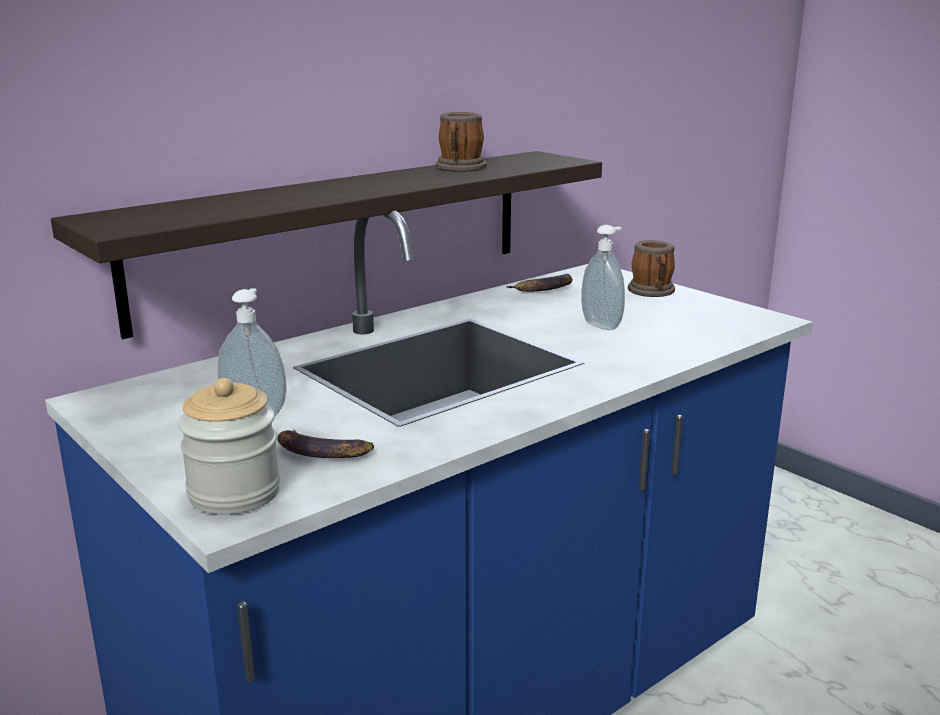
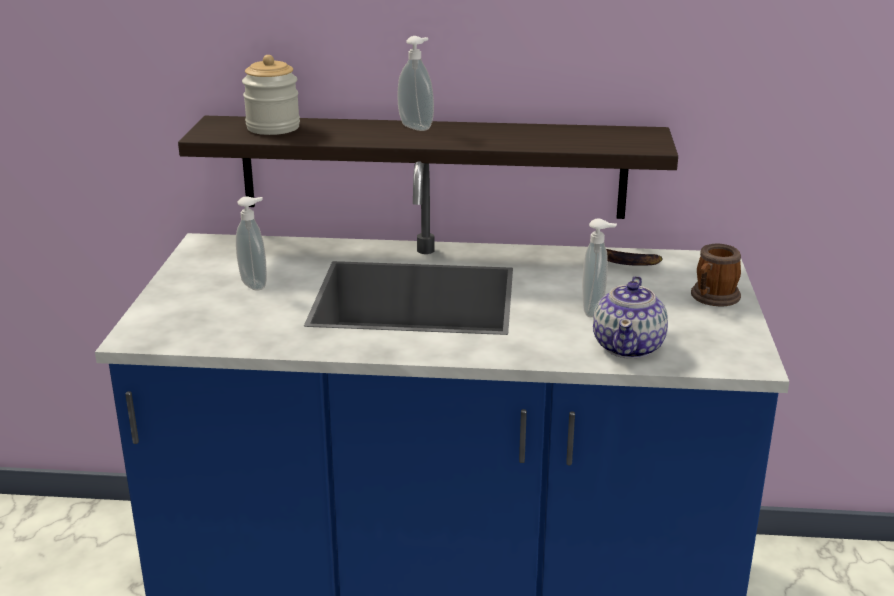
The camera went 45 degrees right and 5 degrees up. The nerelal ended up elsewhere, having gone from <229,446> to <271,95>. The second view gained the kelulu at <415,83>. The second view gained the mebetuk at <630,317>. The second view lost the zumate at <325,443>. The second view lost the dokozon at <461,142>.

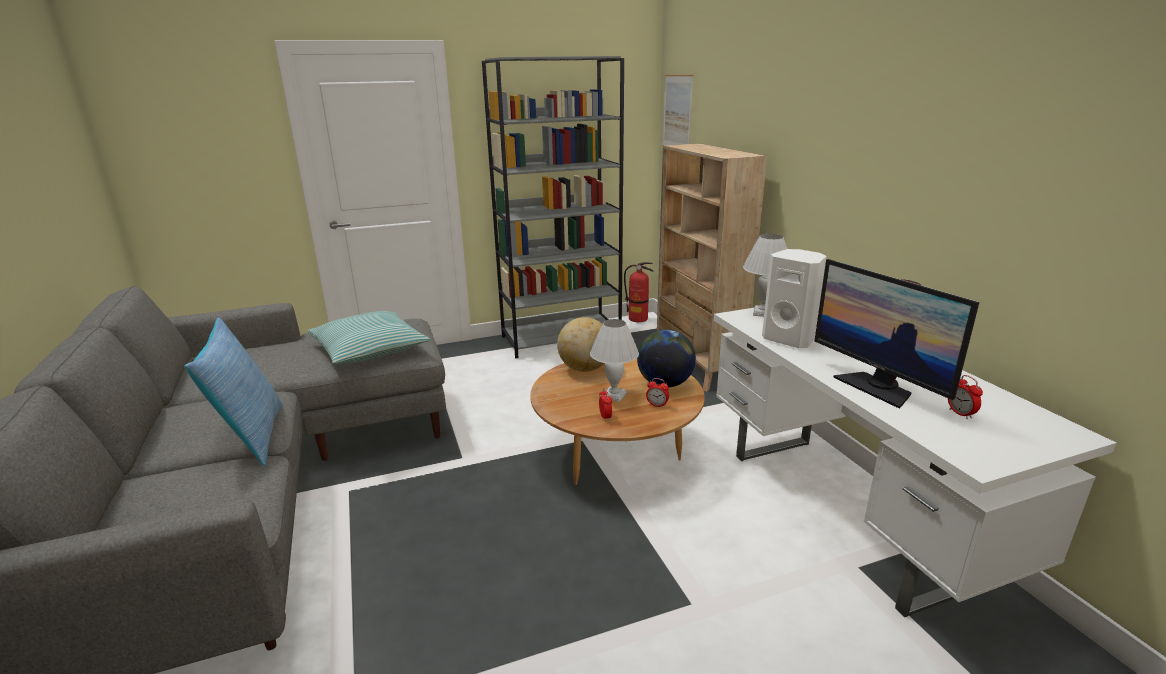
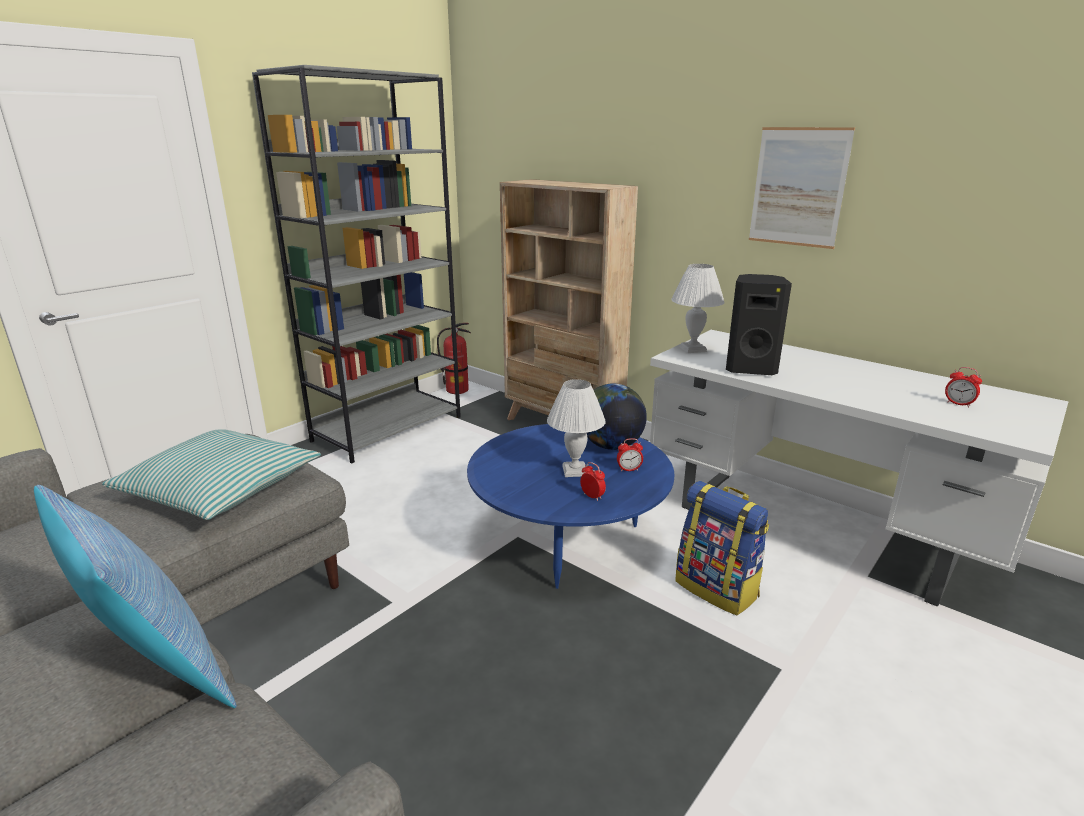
The camera went 30 degrees left and 0 degrees up. What was the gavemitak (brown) at <617,421> turned into the gavemitak (blue) at <570,506>. The second view gained the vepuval at <722,548>. What was the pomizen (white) at <794,298> turned into the pomizen (black) at <759,324>. The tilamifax ended up elsewhere, having gone from <677,111> to <802,188>. The second view lost the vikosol at <580,344>. The second view lost the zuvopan at <896,334>.

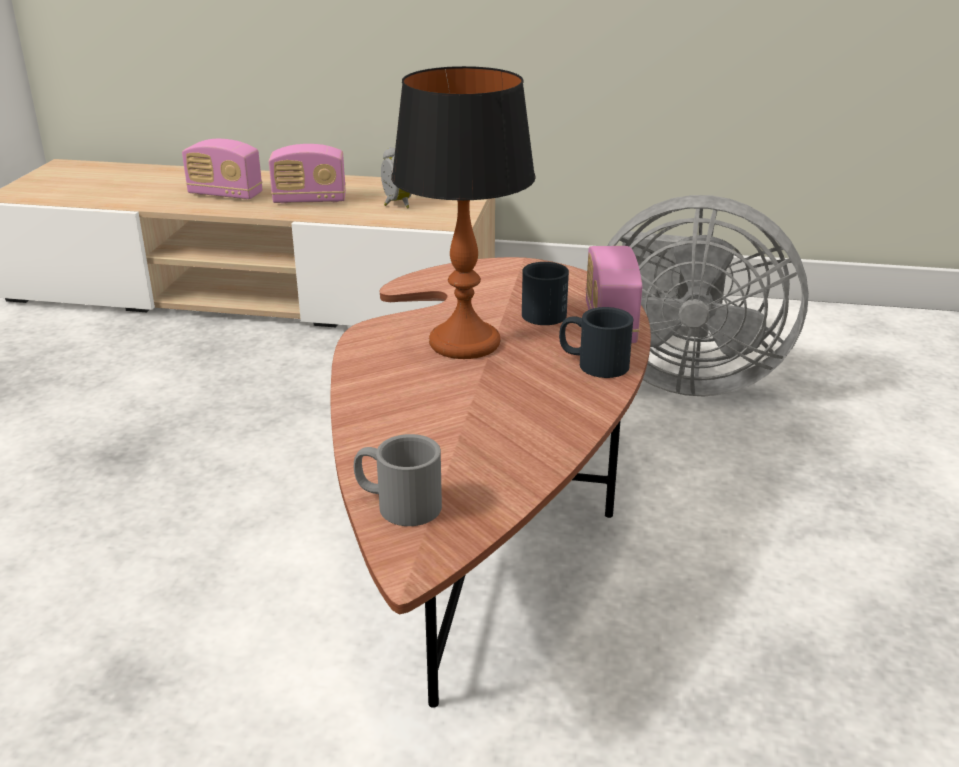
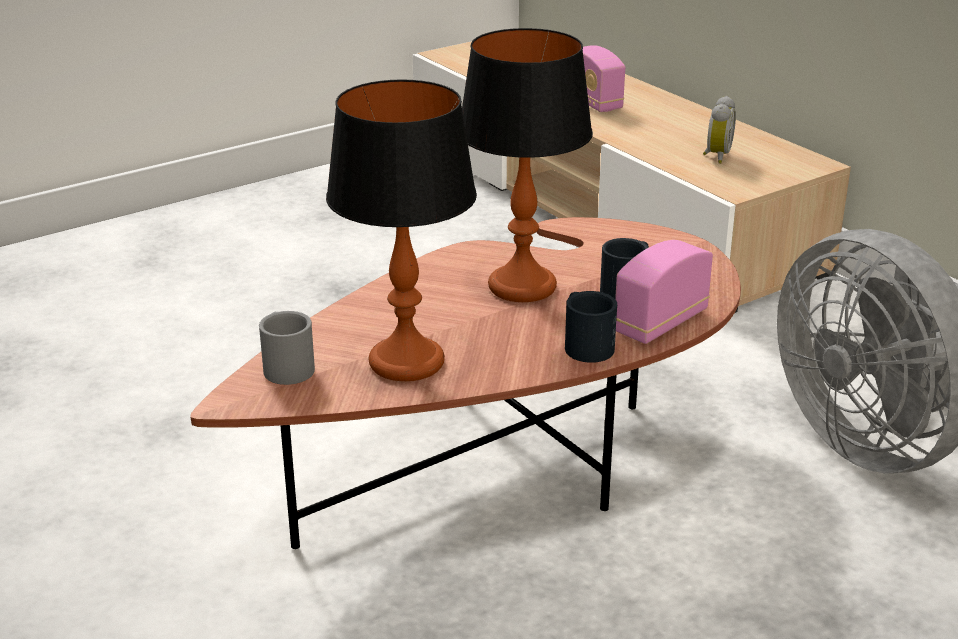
The camera went 45 degrees right and 0 degrees up. The second view gained the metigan at <401,230>. The second view lost the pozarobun at <307,174>.

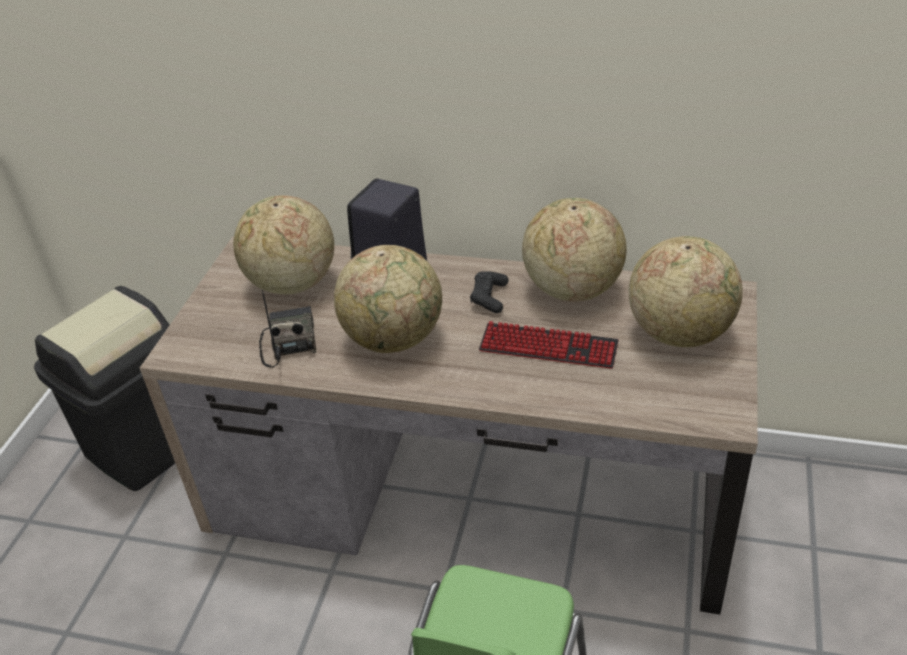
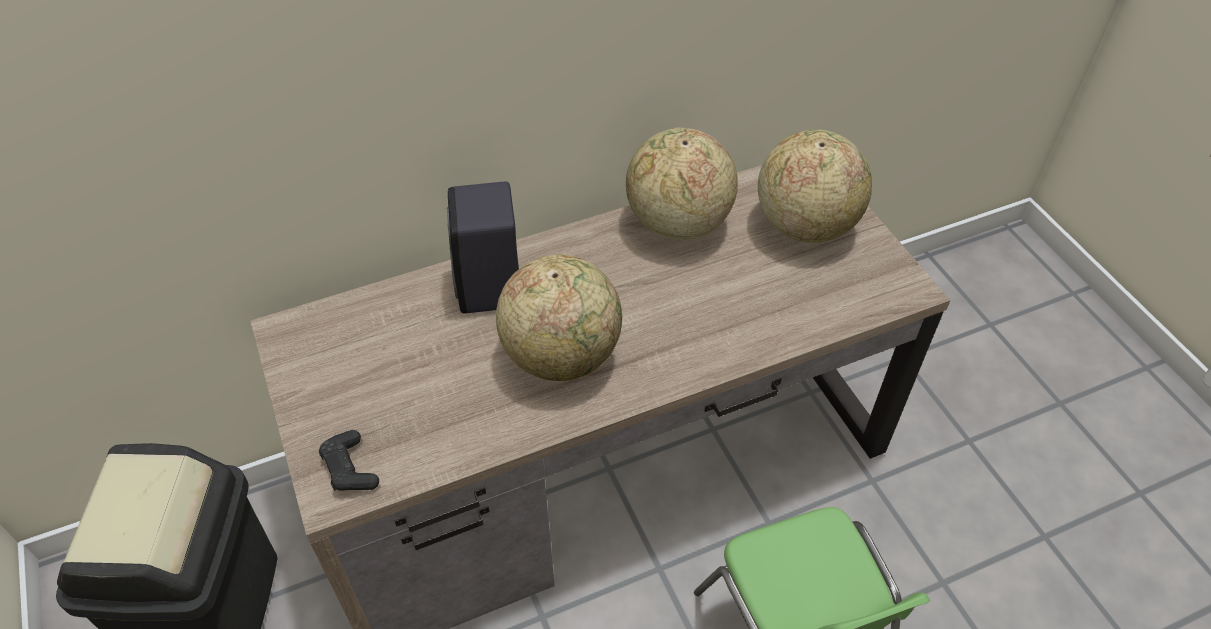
The camera went 40 degrees left and 10 degrees up. The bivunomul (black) ended up elsewhere, having gone from <489,292> to <349,460>. The second view lost the vikosol at <283,245>. The second view lost the pozarobun at <287,329>. The second view lost the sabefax at <549,345>.

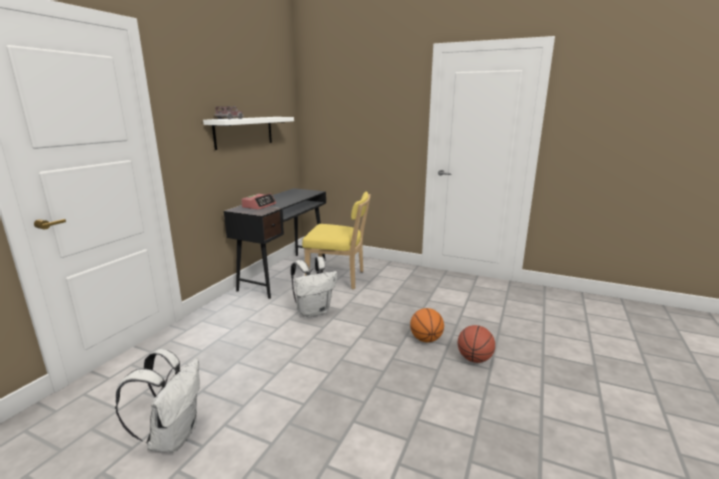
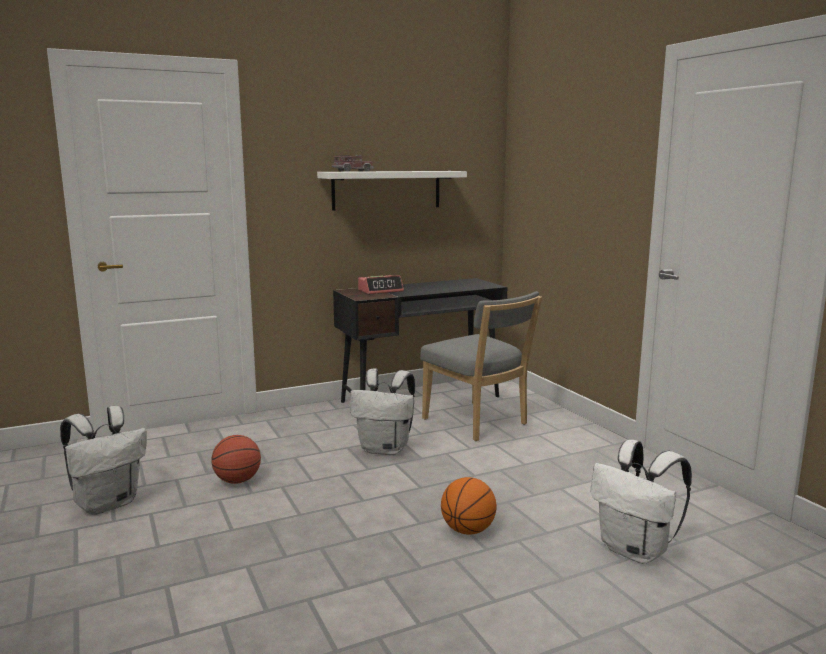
The camera went 40 degrees right and 5 degrees down. The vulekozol ended up elsewhere, having gone from <476,344> to <236,459>. What was the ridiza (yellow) at <336,240> turned into the ridiza (grey) at <481,366>. The second view gained the vepuval (white) at <641,502>.

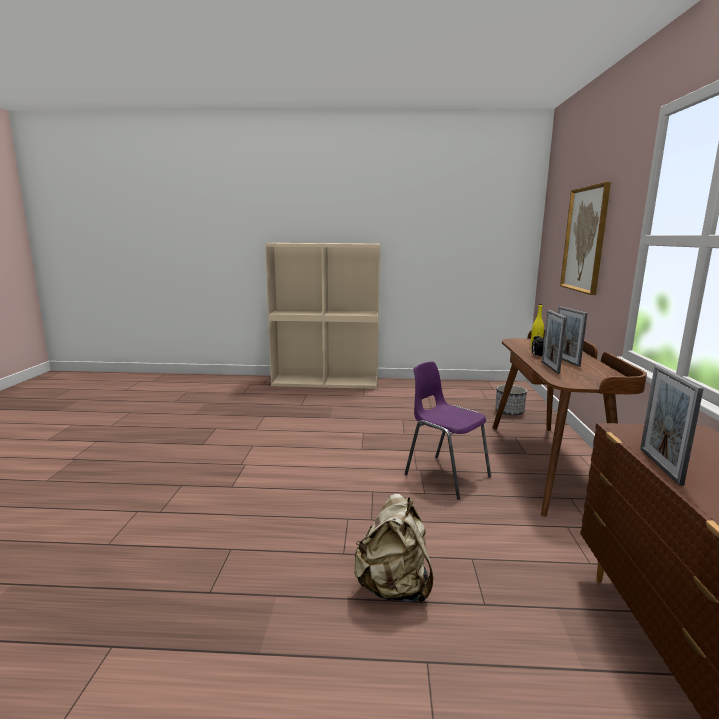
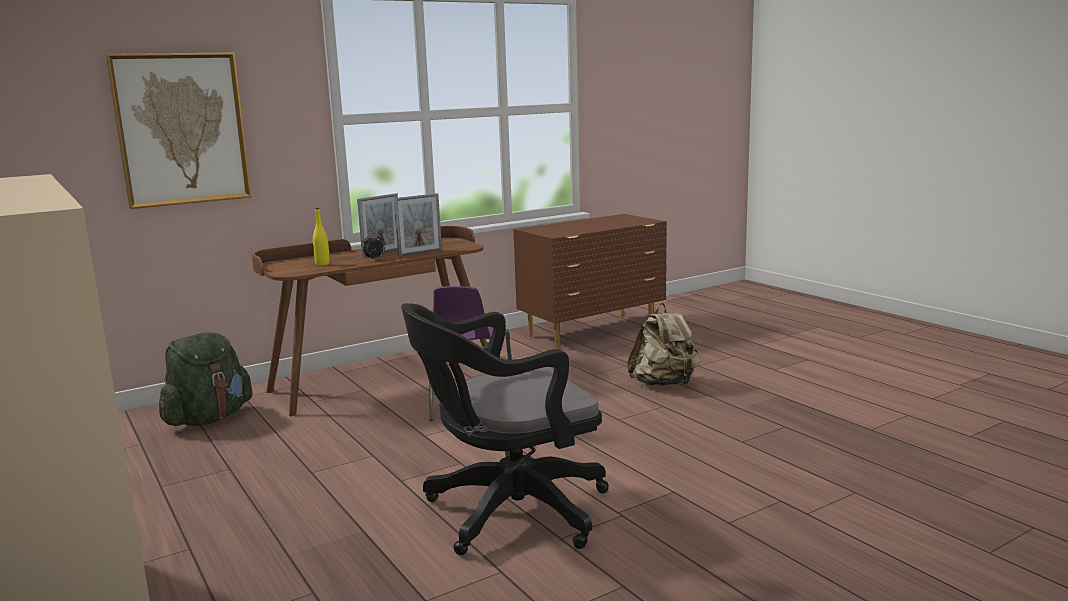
The camera went 125 degrees left and 0 degrees up. Where the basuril stood at <511,400>, the vepuval (green) came to stand at <206,379>. The second view gained the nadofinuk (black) at <505,429>. The second view lost the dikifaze at <672,425>.

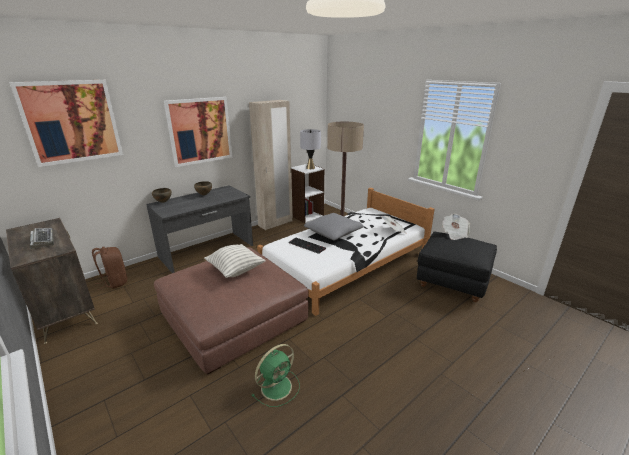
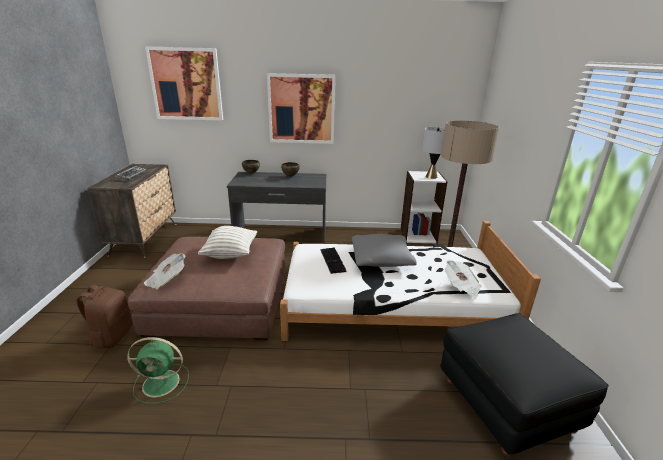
The camera went 40 degrees right and 0 degrees up. The vepuval (brown) ended up elsewhere, having gone from <109,268> to <104,316>. The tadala ended up elsewhere, having gone from <456,227> to <165,271>. The second view lost the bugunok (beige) at <271,165>.

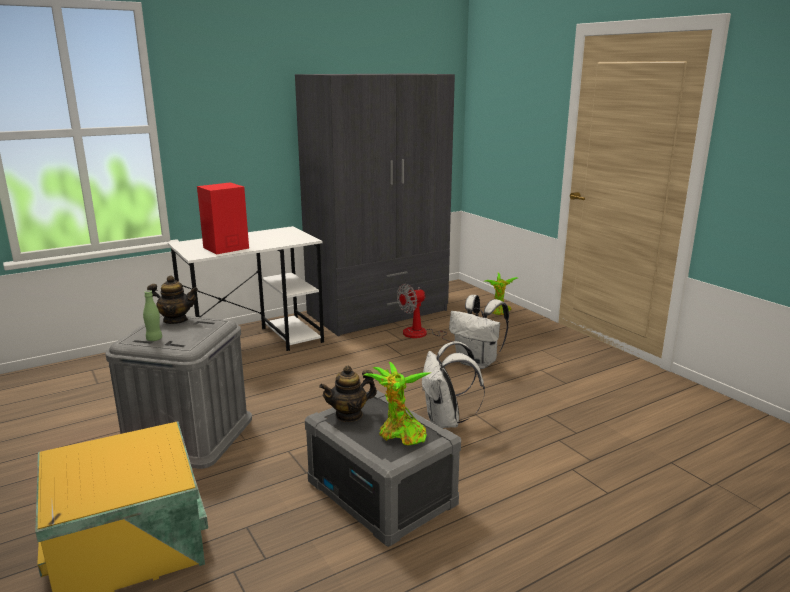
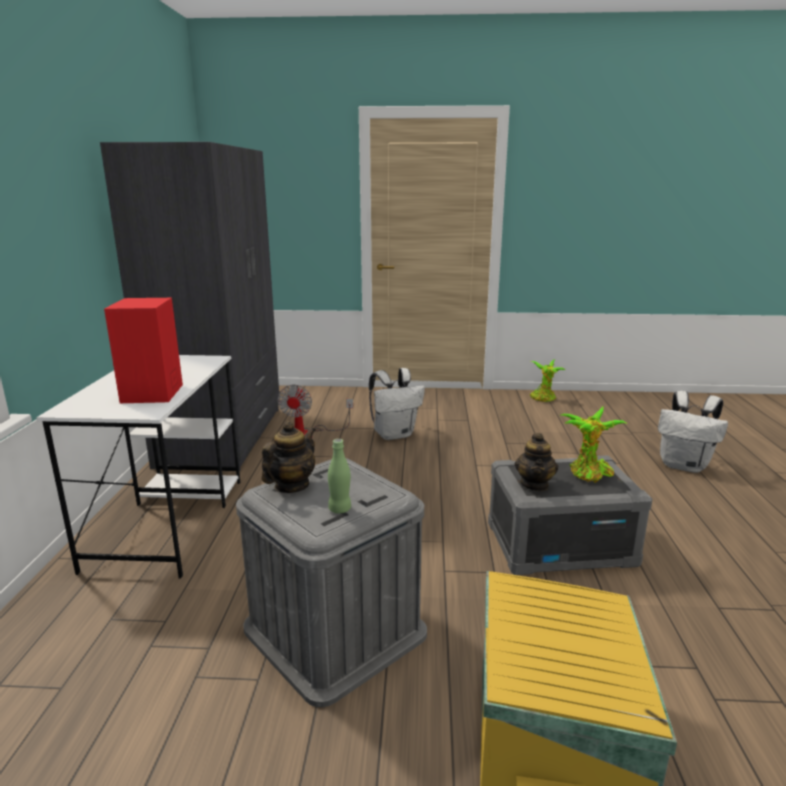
The camera went 55 degrees left and 0 degrees up. The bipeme ended up elsewhere, having gone from <500,293> to <547,380>. The vepuval (white) ended up elsewhere, having gone from <453,384> to <693,432>.

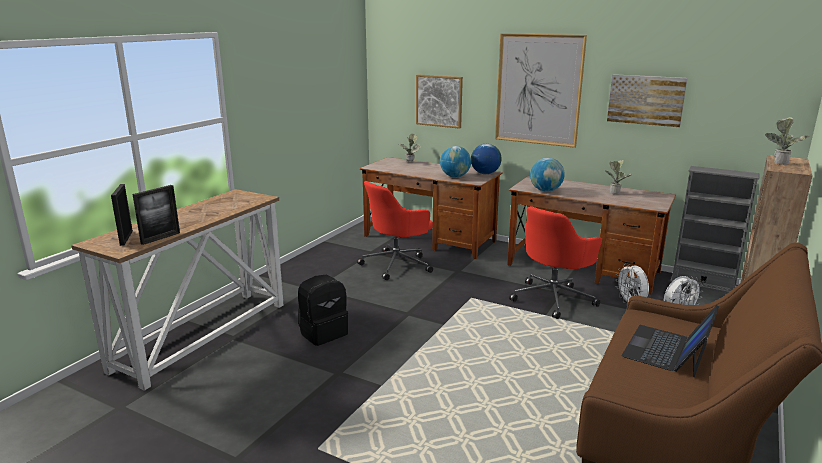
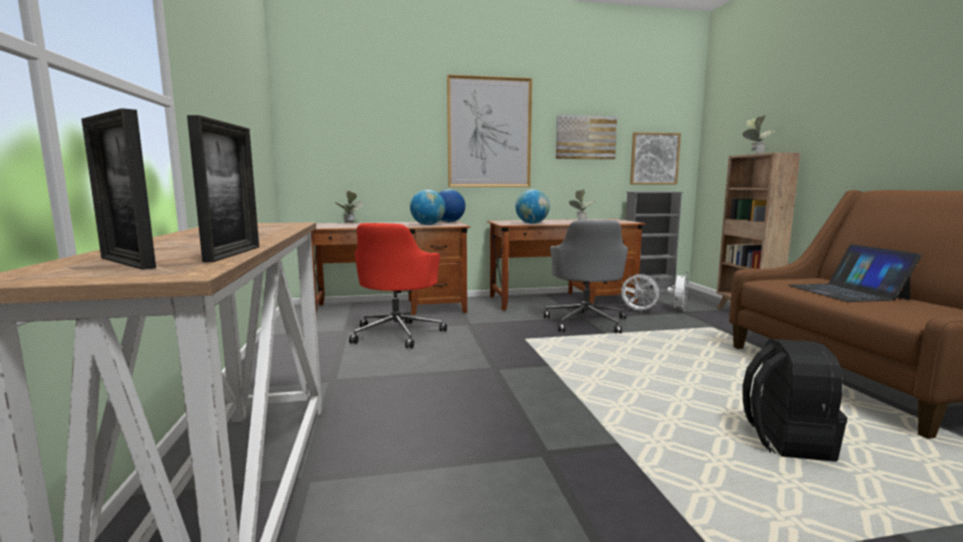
The camera went 40 degrees left and 10 degrees down. What was the nadofinuk (red) at <555,262> turned into the nadofinuk (grey) at <586,276>. The tilamifax ended up elsewhere, having gone from <439,101> to <655,158>. The vepuval (black) ended up elsewhere, having gone from <323,310> to <794,400>.

